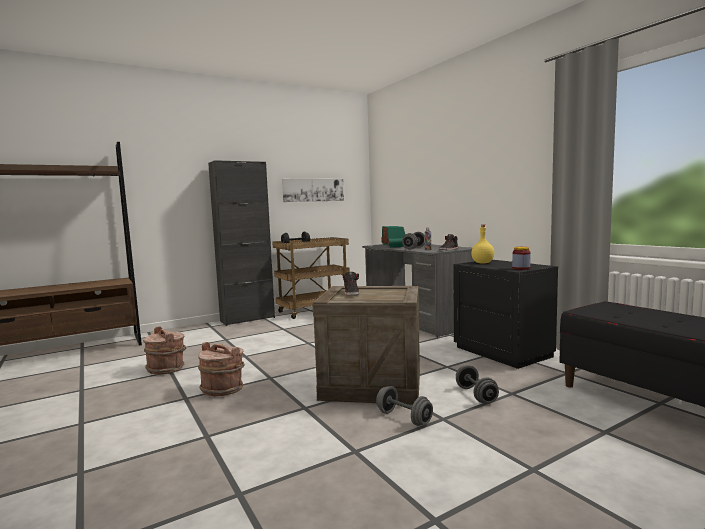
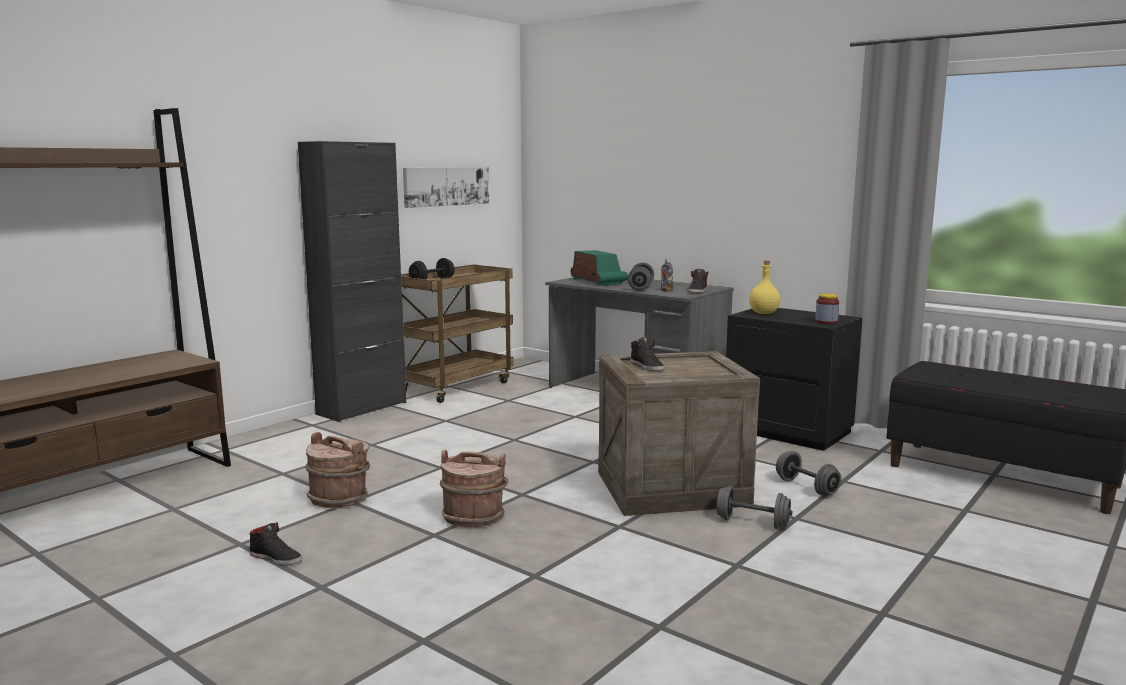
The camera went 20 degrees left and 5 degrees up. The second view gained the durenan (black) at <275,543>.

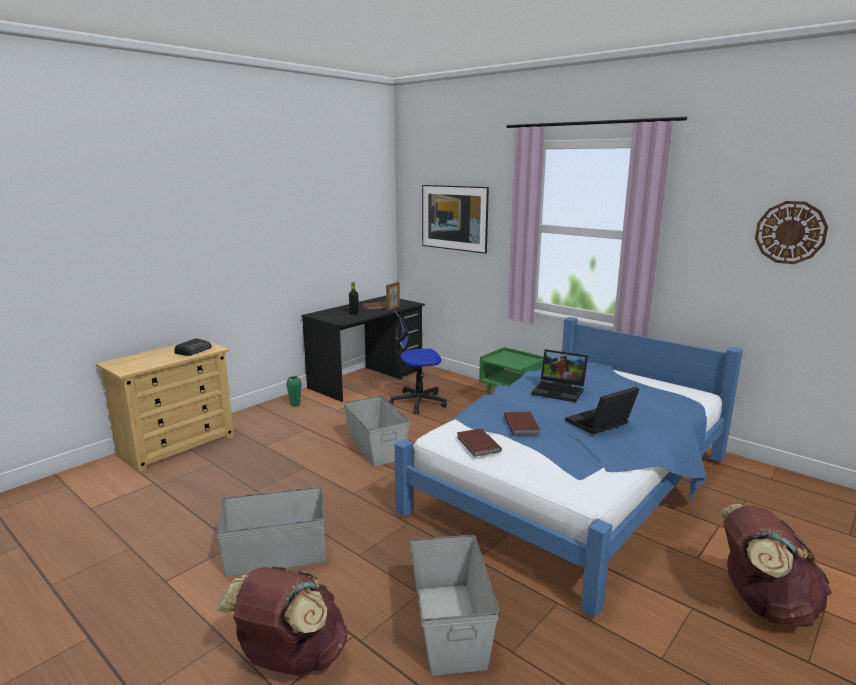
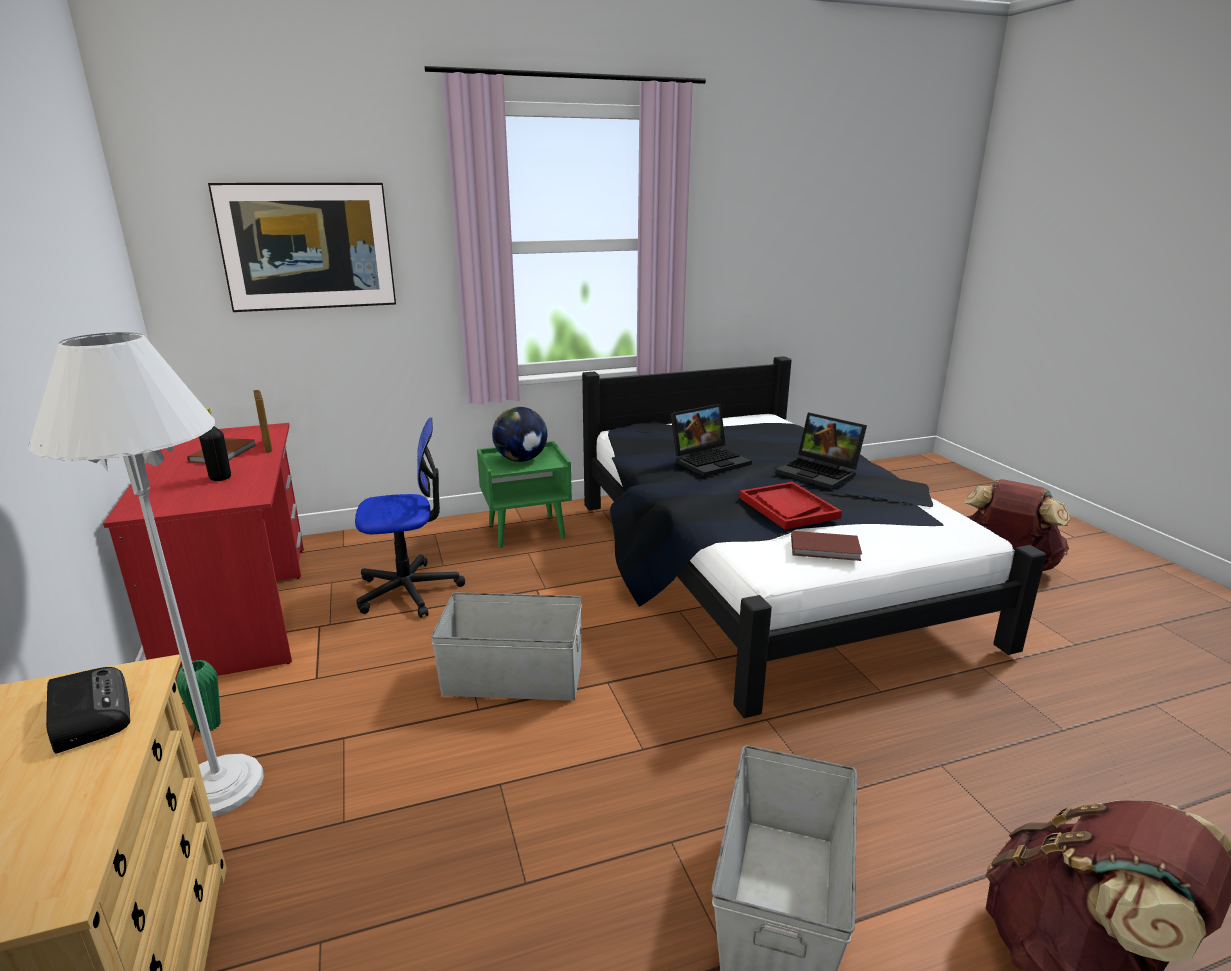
The camera went 60 degrees left and 5 degrees up. The second view gained the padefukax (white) at <146,574>. What was the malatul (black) at <363,349> turned into the malatul (red) at <203,551>. The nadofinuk at <417,362> ended up facing another way, 120 degrees counterclockwise from before. The second view gained the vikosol at <519,434>. What was the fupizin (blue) at <569,467> turned into the fupizin (black) at <814,537>. Where the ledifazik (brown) stood at <522,423>, the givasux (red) came to stand at <790,506>. The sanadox at <602,411> ended up facing another way, 45 degrees counterclockwise from before. The second view lost the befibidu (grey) at <454,605>. The second view lost the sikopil at <791,232>.

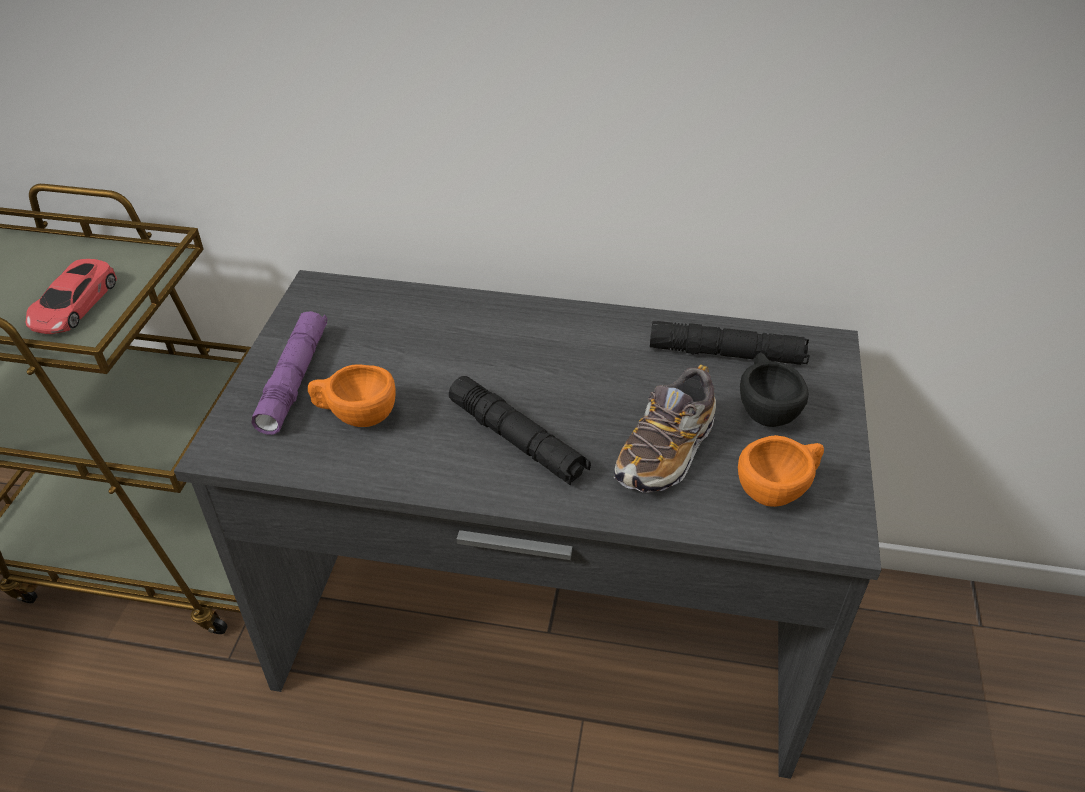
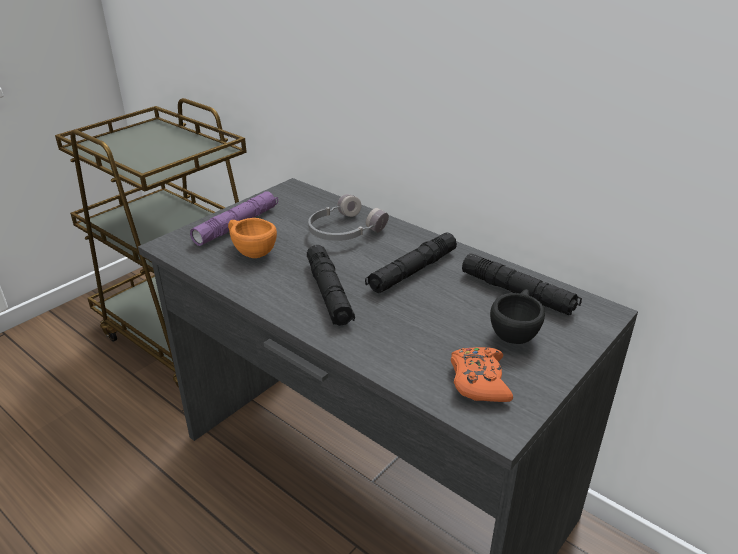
The camera went 30 degrees right and 10 degrees down. The second view gained the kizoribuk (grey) at <348,217>. The second view gained the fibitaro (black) at <411,262>. Where the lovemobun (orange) stood at <781,471>, the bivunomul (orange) came to stand at <482,374>. The second view lost the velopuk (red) at <71,296>. The second view lost the durenan at <665,429>.

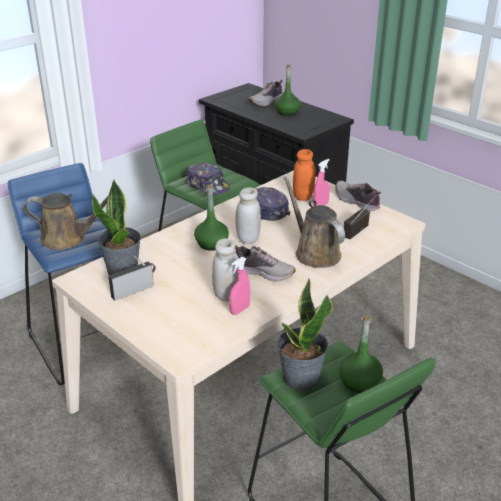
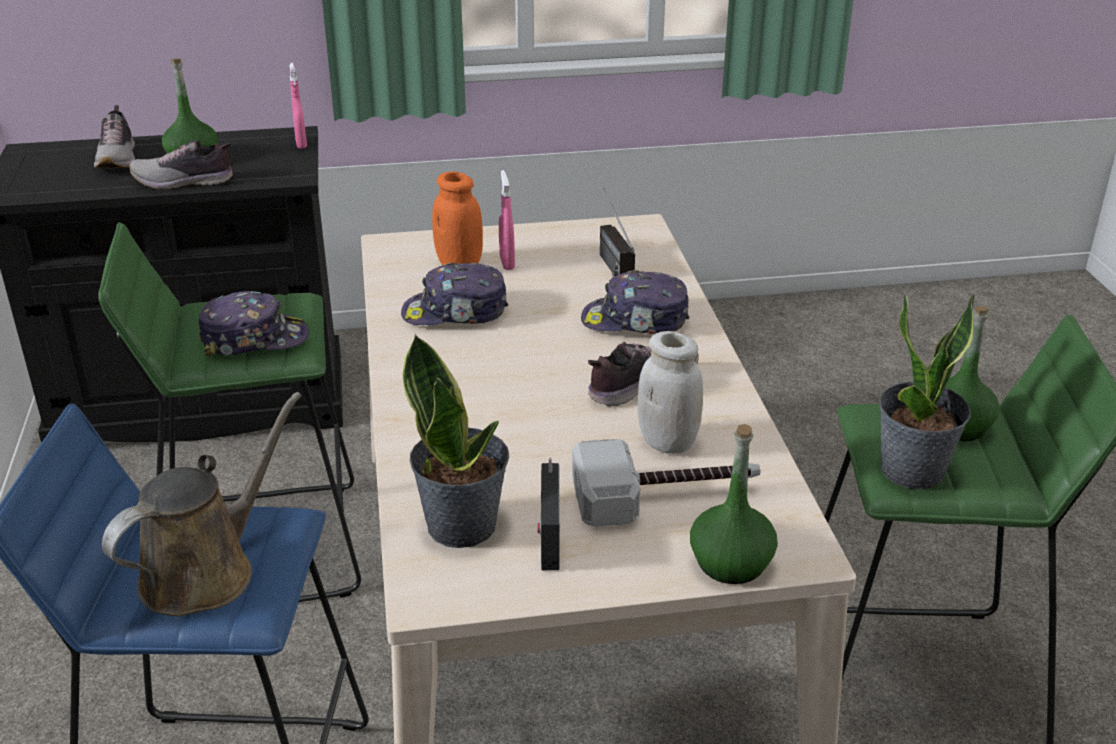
The camera went 55 degrees left and 0 degrees up. The durenan ended up elsewhere, having gone from <358,196> to <180,165>. The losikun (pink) ended up elsewhere, having gone from <239,286> to <298,106>. The second view gained the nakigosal at <666,483>. Where the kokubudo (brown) stood at <314,222>, the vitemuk came to stand at <635,302>. The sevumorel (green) ended up elsewhere, having gone from <211,217> to <734,504>. The second view lost the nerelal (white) at <248,215>.

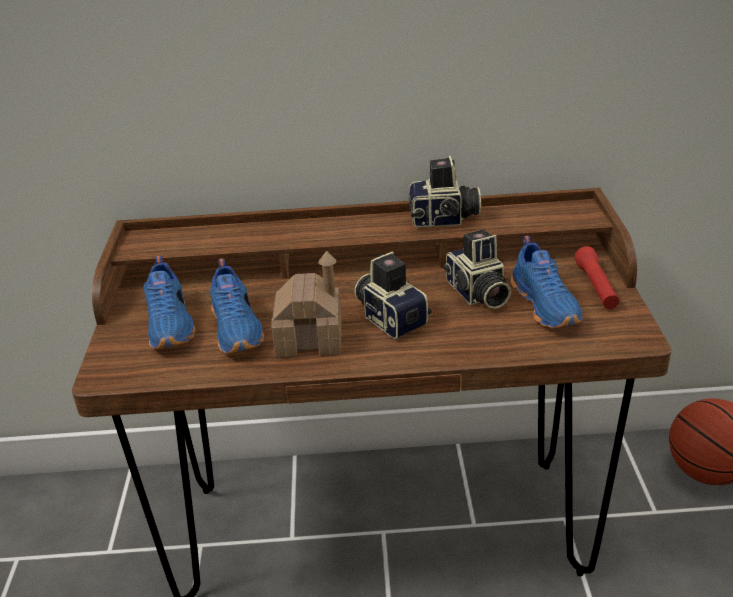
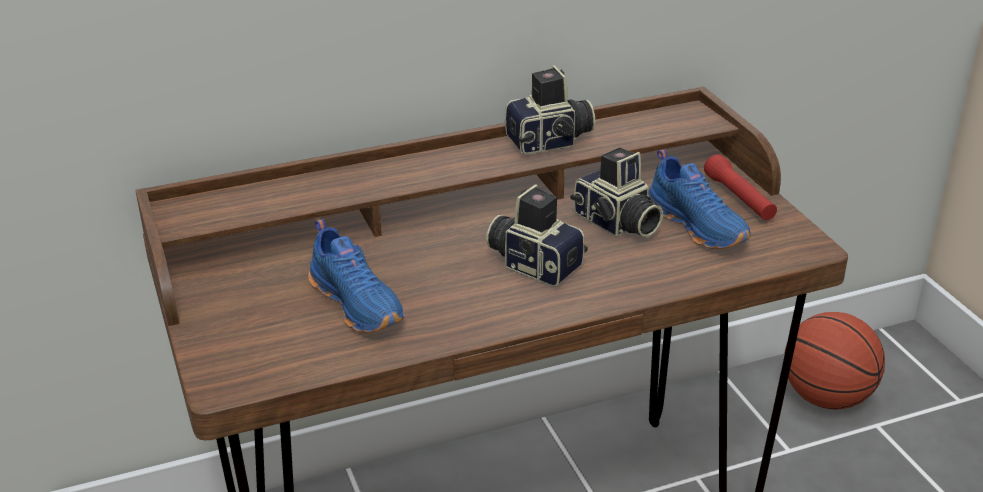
The camera went 20 degrees left and 0 degrees up. The second view lost the durenan (blue) at <170,303>. The second view lost the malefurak at <306,304>.

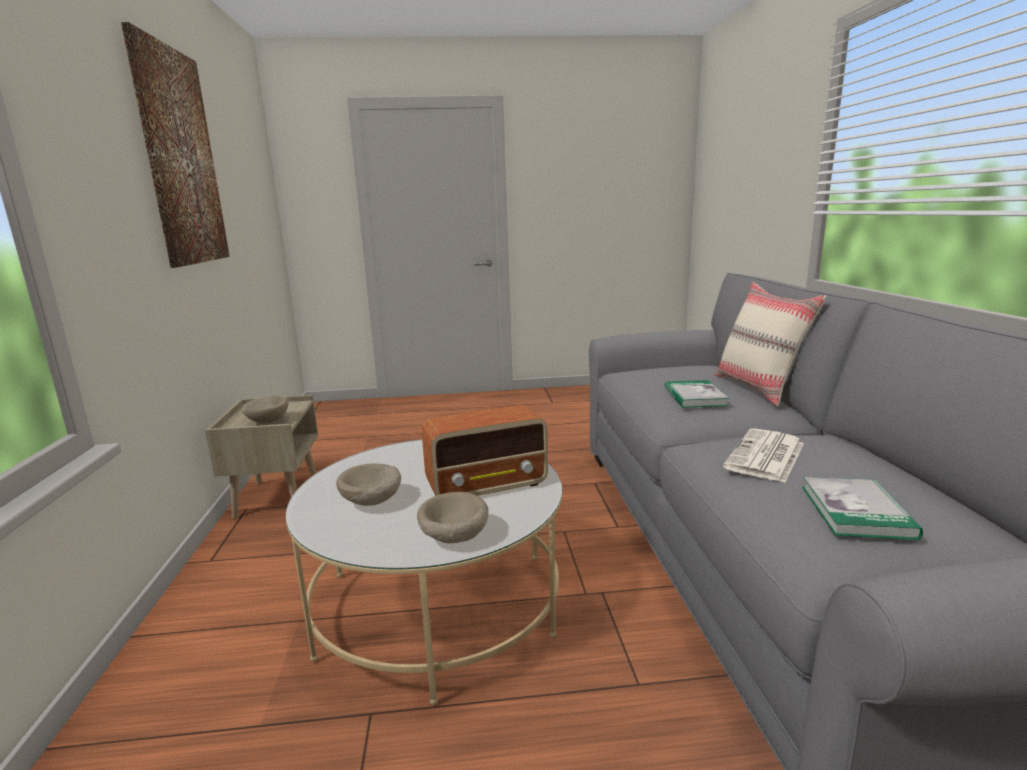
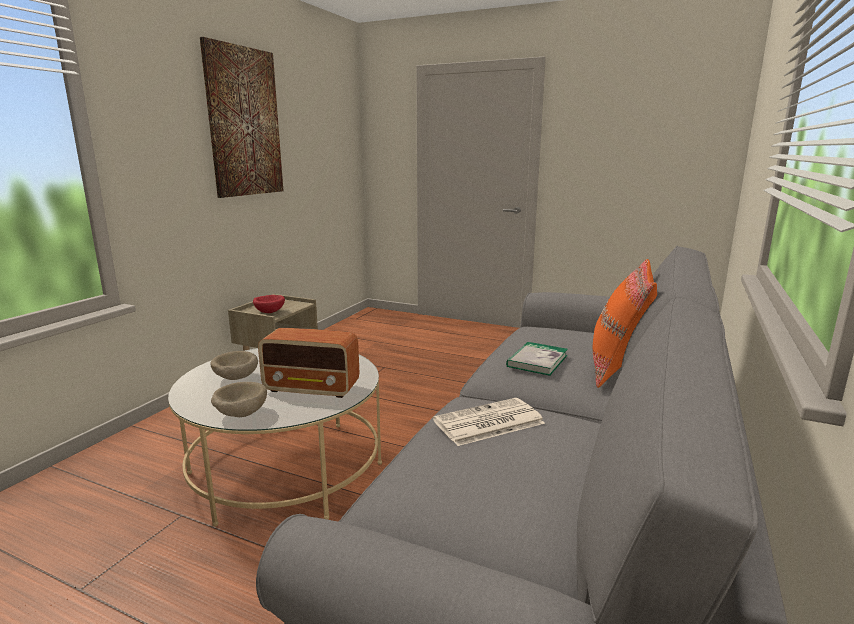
The camera went 30 degrees right and 0 degrees up. What was the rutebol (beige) at <264,409> turned into the rutebol (red) at <269,304>. What was the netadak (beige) at <771,344> turned into the netadak (orange) at <625,323>. The second view lost the ledifazik at <862,508>.

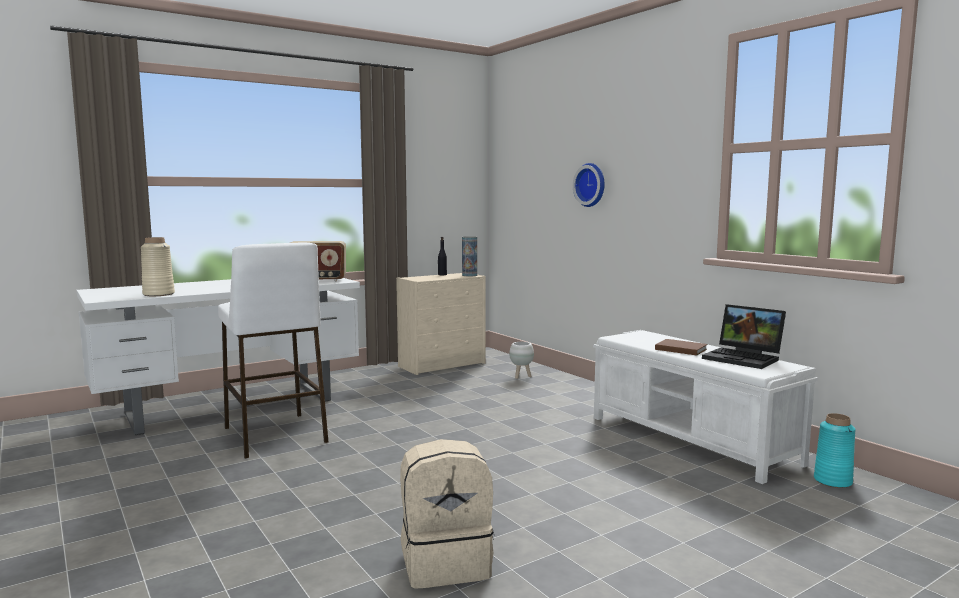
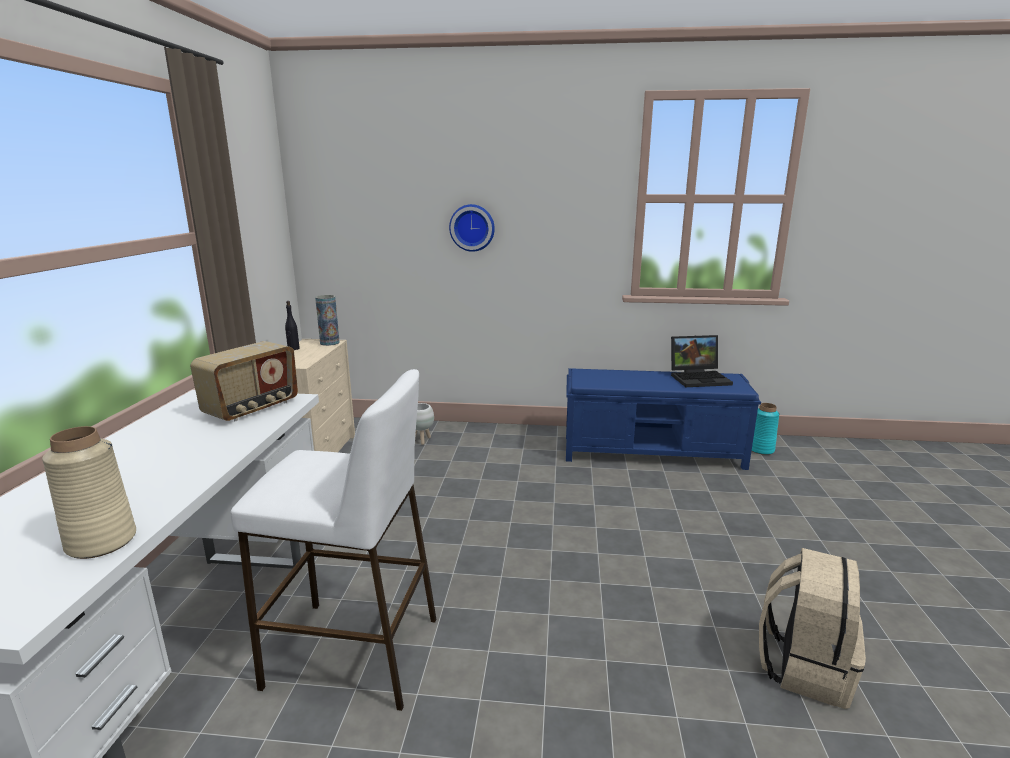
The camera went 50 degrees left and 10 degrees up. What was the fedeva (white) at <705,407> turned into the fedeva (blue) at <663,419>. The second view lost the ledifazik (brown) at <681,347>.

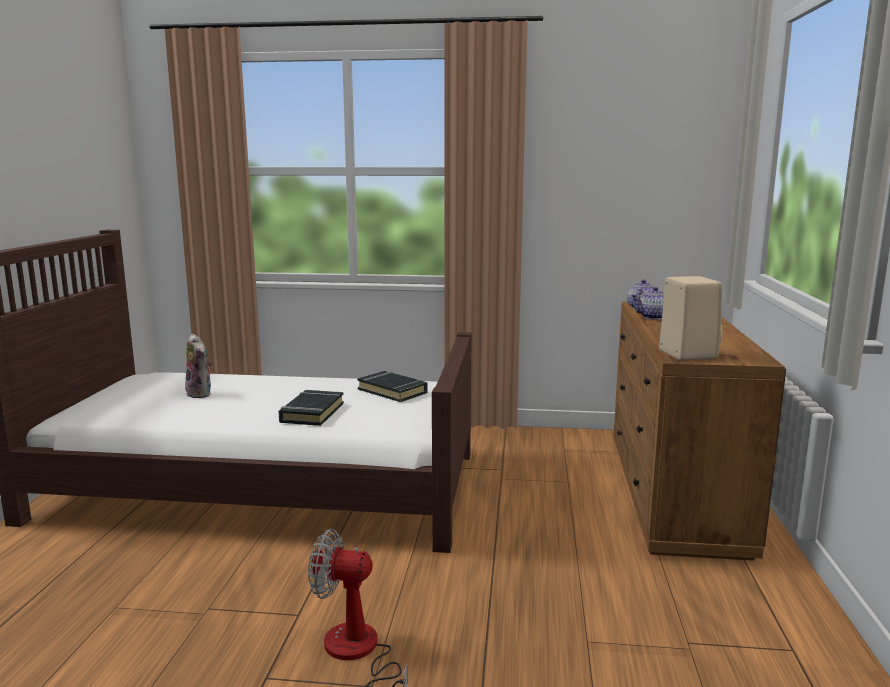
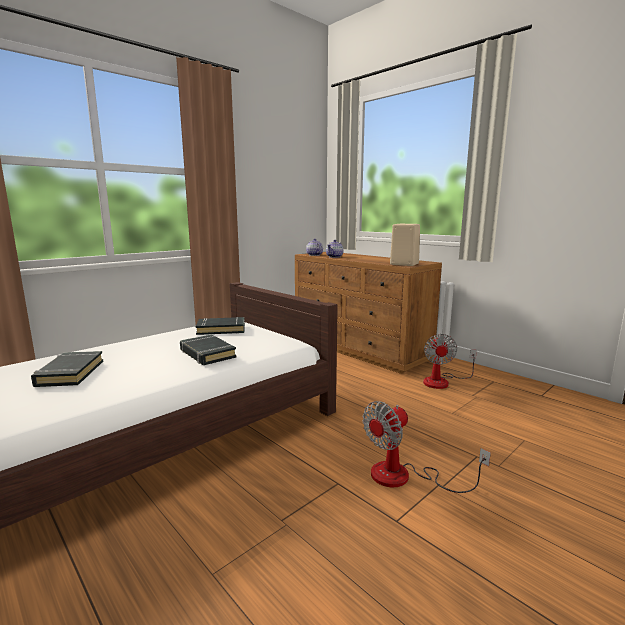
The camera went 50 degrees left and 0 degrees up. Where the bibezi stood at <198,366>, the ledifazik (black) came to stand at <67,369>. The second view gained the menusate at <450,361>.

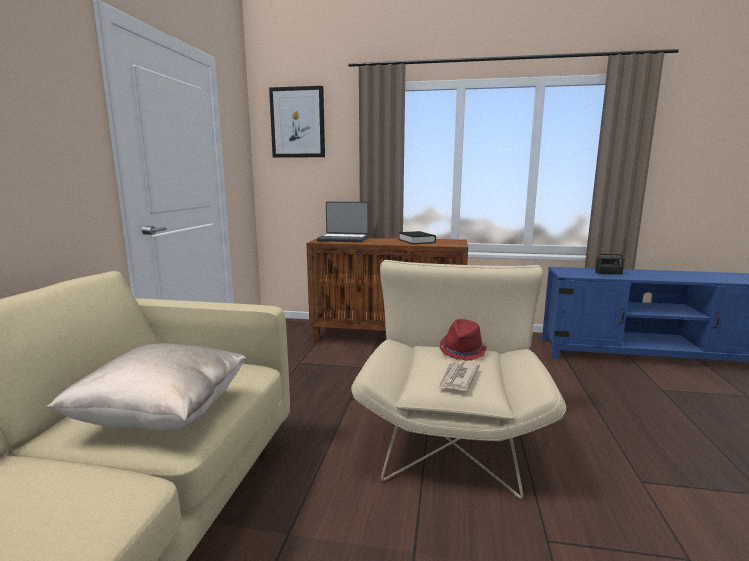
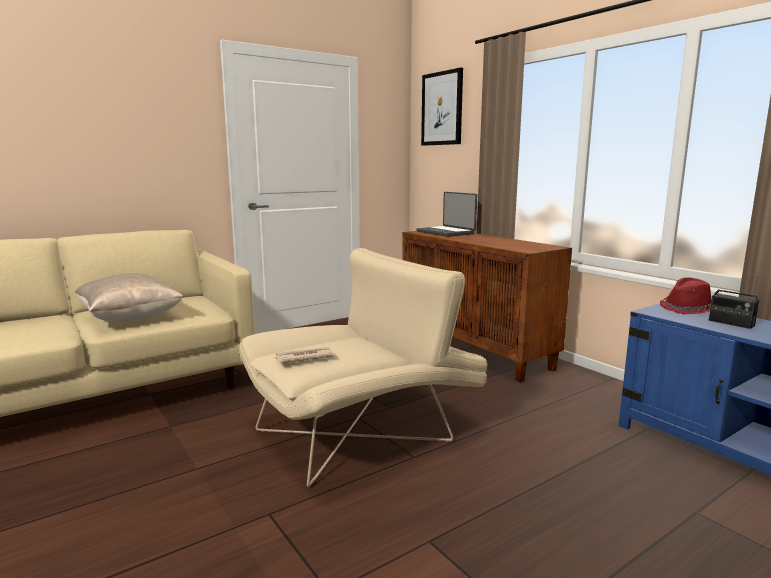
The camera went 45 degrees right and 0 degrees up. The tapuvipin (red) ended up elsewhere, having gone from <463,340> to <686,295>. The second view lost the ledifazik (black) at <417,237>.

